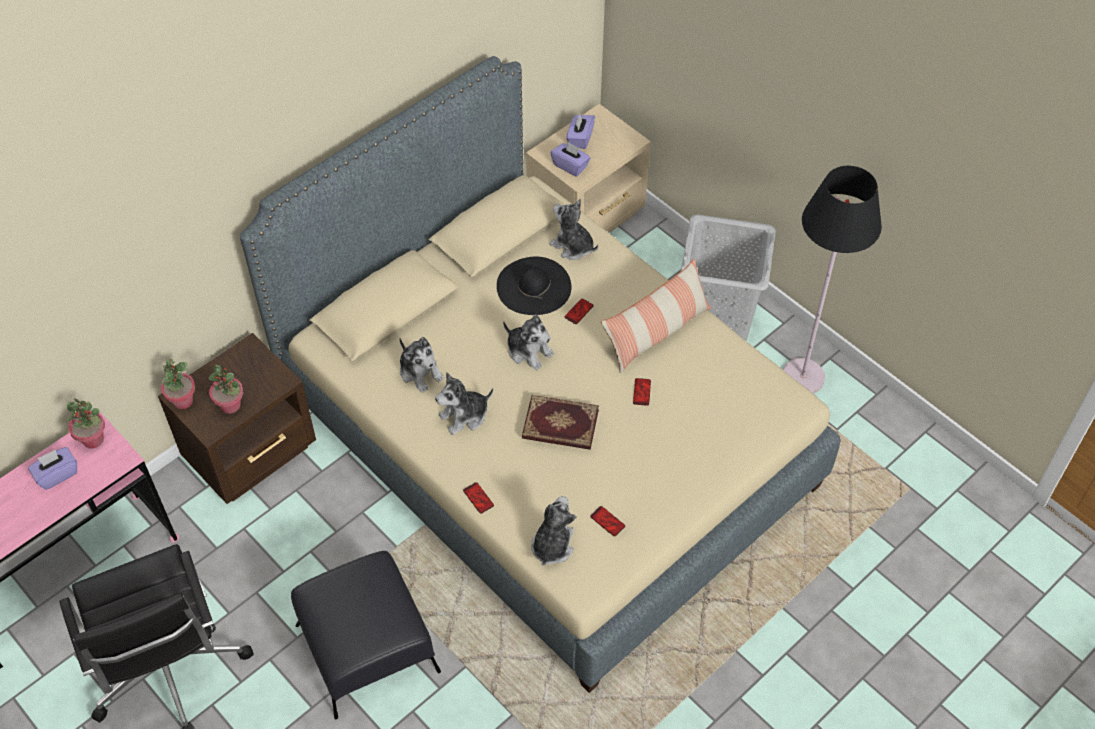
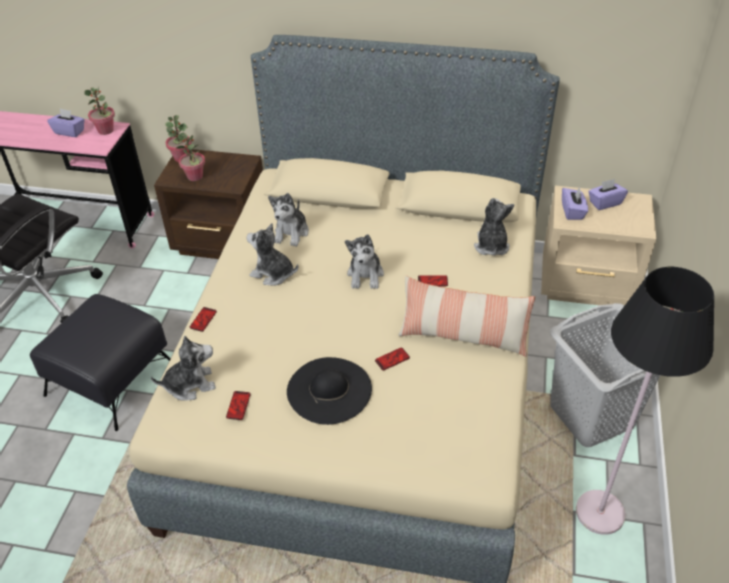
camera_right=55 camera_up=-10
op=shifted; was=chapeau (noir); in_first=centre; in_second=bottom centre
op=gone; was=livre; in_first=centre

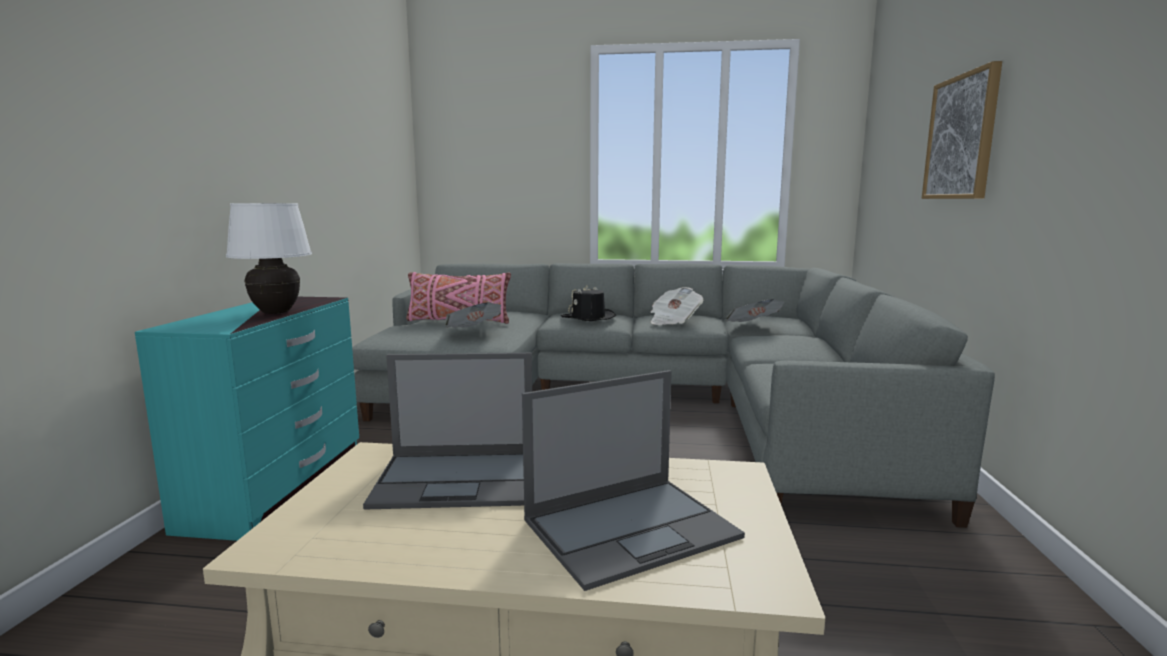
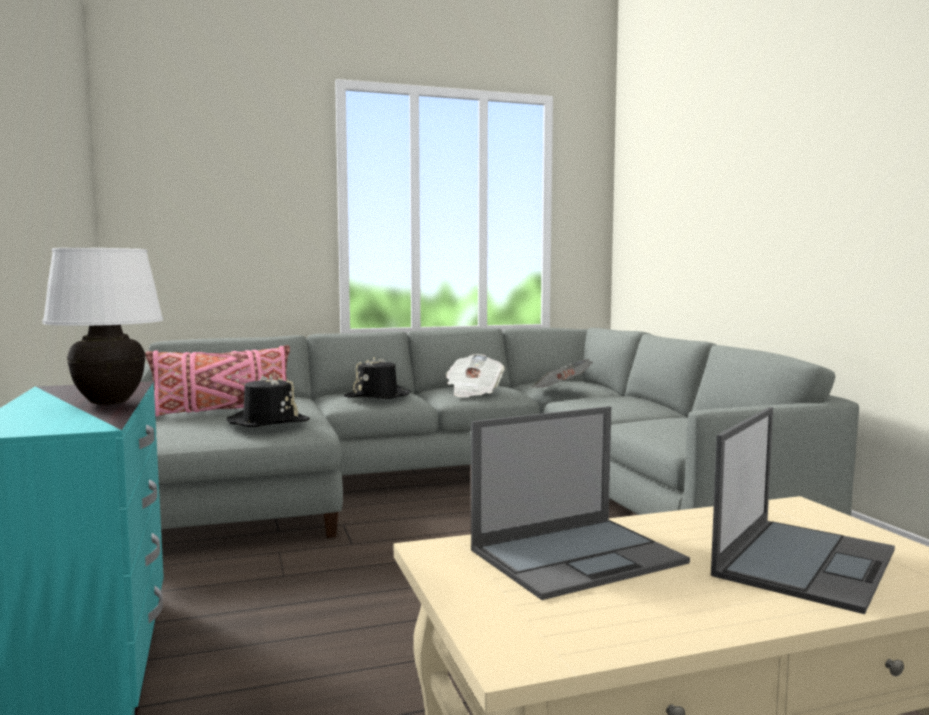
camera_right=-25 camera_up=-5
op=gone; was=tableau; in_first=top right
op=swapped; was=journal (no. 1 from left); now=chapeau (noir) (no. 1 from left); in_first=centre; in_second=middle left

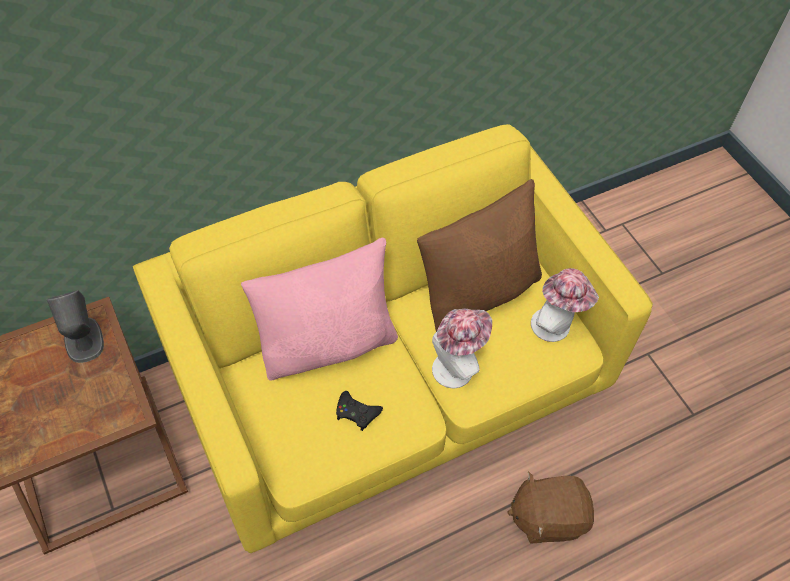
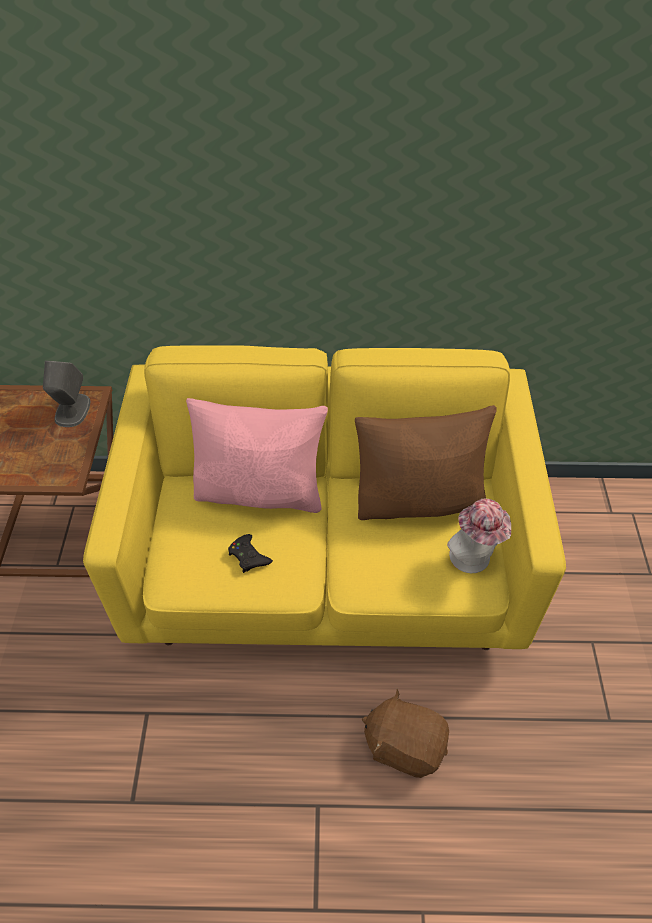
camera_right=30 camera_up=-5
op=gone; was=chapeau (no. 1 from left); in_first=centre

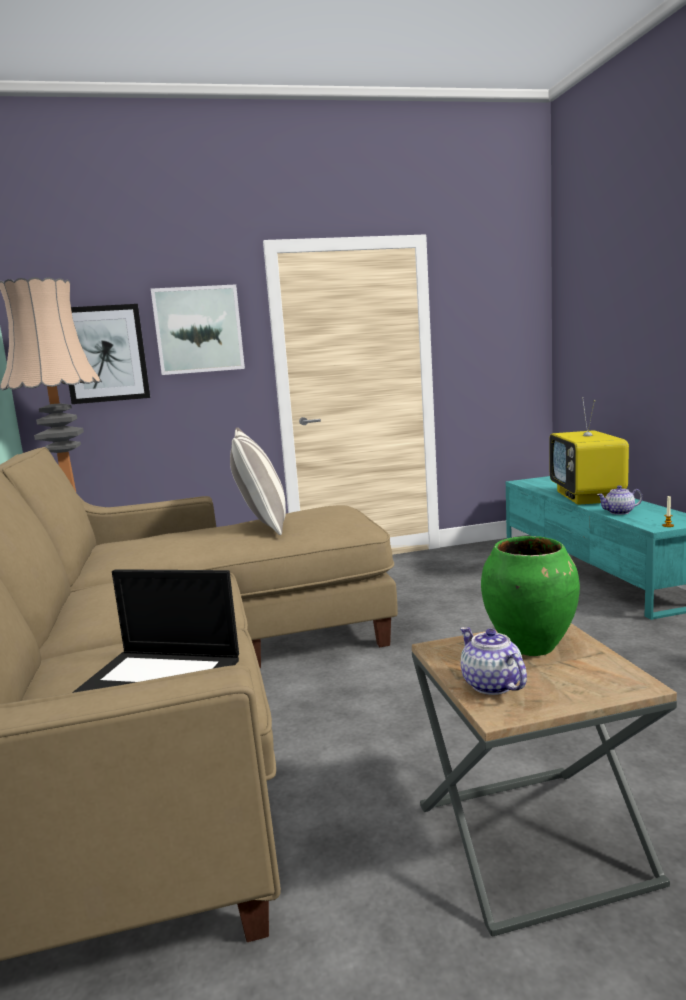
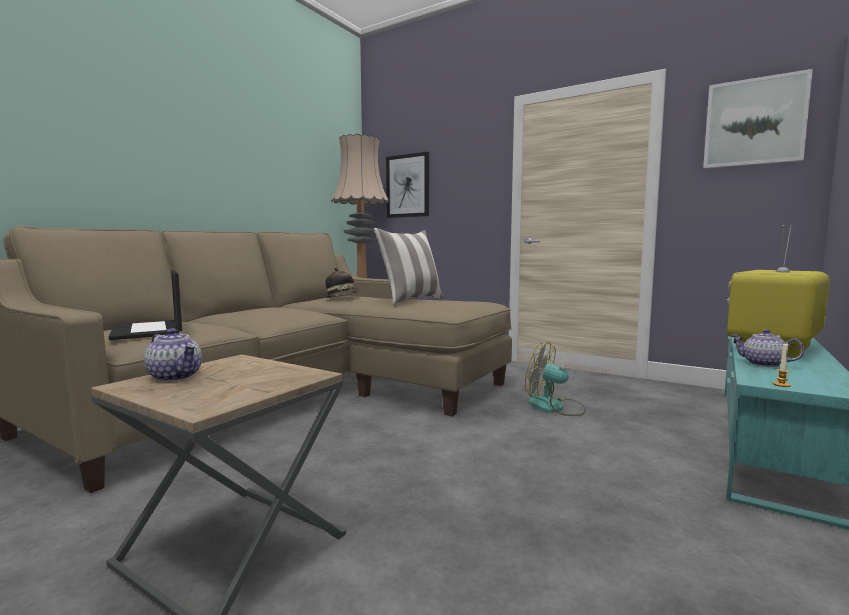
camera_right=45 camera_up=-5
op=shifted; was=tableau (no. 2 from left); in_first=top left; in_second=top right
op=gone; was=vase (vert); in_first=middle right
op=rotated; was=théière (no. 1 from left); in_first=middle right; in_second=middle left; clockwise=105
op=new; now=chapeau; in_second=centre
op=new; now=ventilateur; in_second=centre

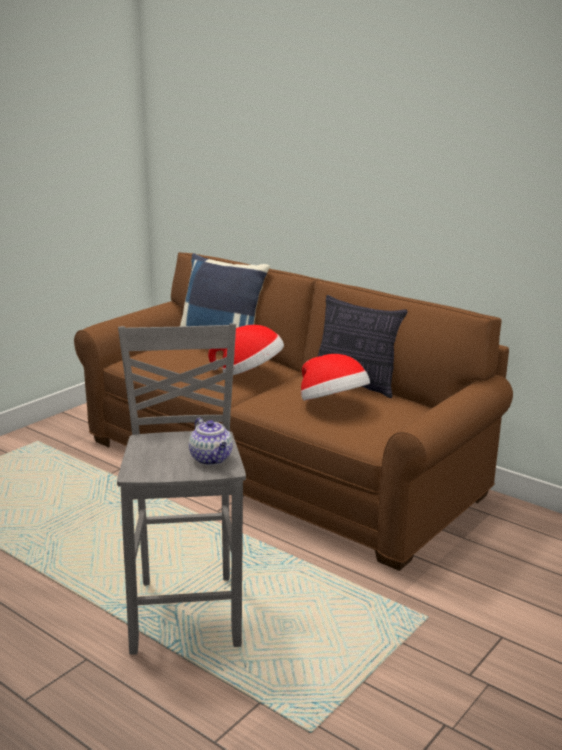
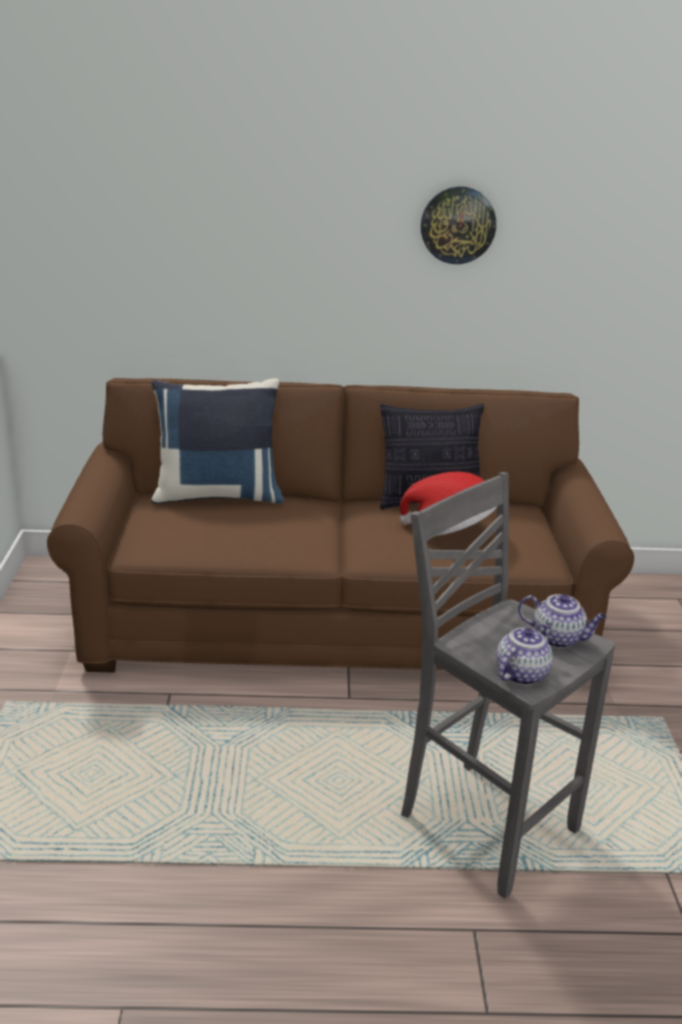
camera_right=-40 camera_up=5
op=gone; was=chapeau (no. 1 from left); in_first=centre
op=new; now=horloge murale; in_second=top right
op=new; now=théière (no. 1 from left); in_second=middle right

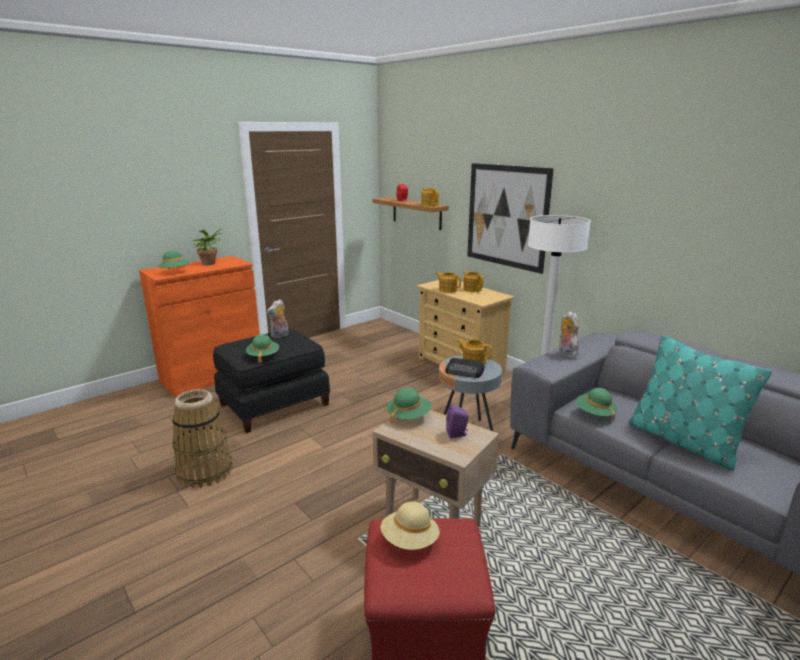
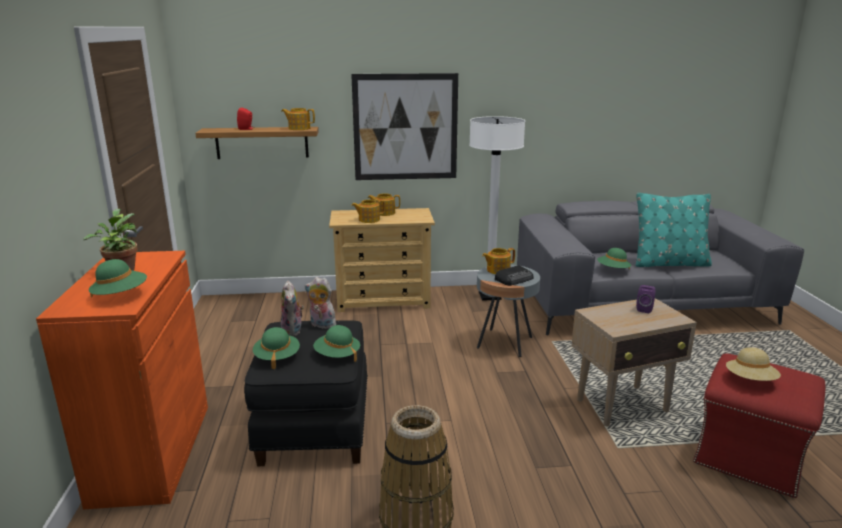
camera_right=-55 camera_up=0
op=shifted; was=peluche (no. 2 from left); in_first=middle right; in_second=centre
op=shifted; was=chapeau (vert) (no. 3 from left in the first image); now=chapeau (vert) (no. 2 from left); in_first=centre; in_second=middle left

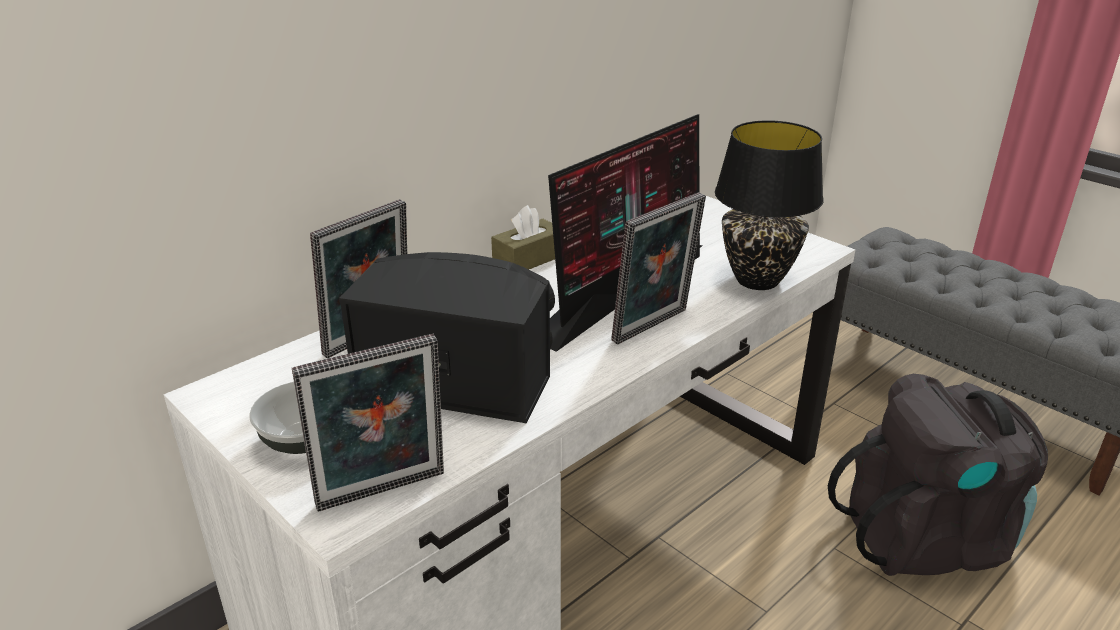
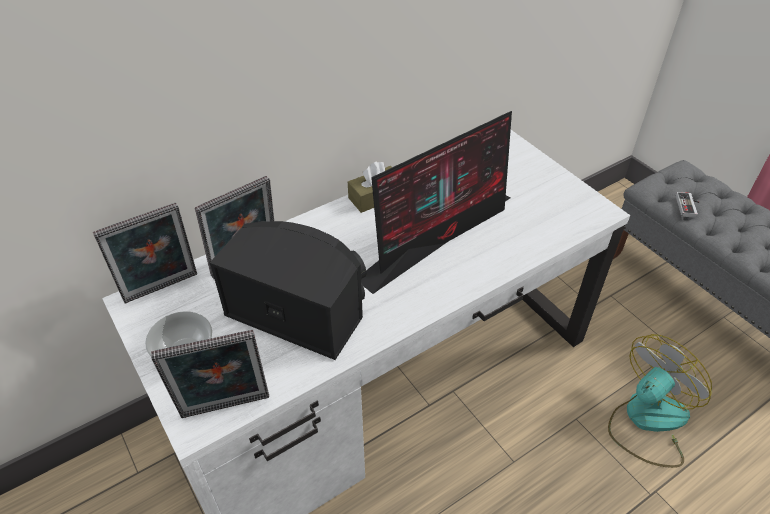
camera_right=10 camera_up=15
op=gone; was=lampe de table (noir); in_first=top right
op=shifted; was=cadre photo (no. 3 from left in the first image); now=cadre photo (no. 1 from left); in_first=centre; in_second=middle left
op=swapped; was=sac à dos (noir); now=ventilateur; in_first=bottom right; in_second=bottom right
op=new; now=manette; in_second=middle right

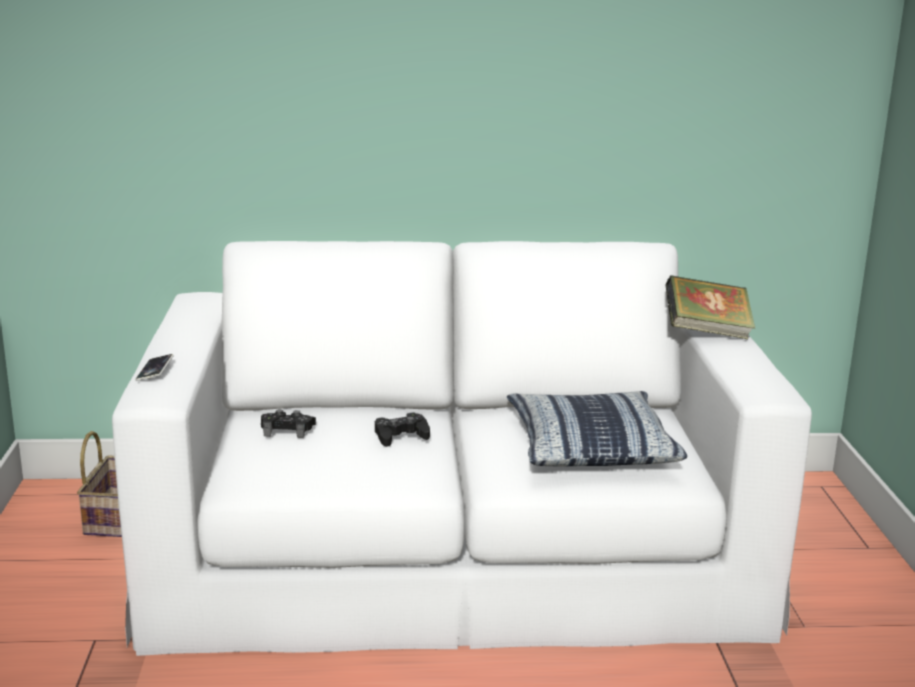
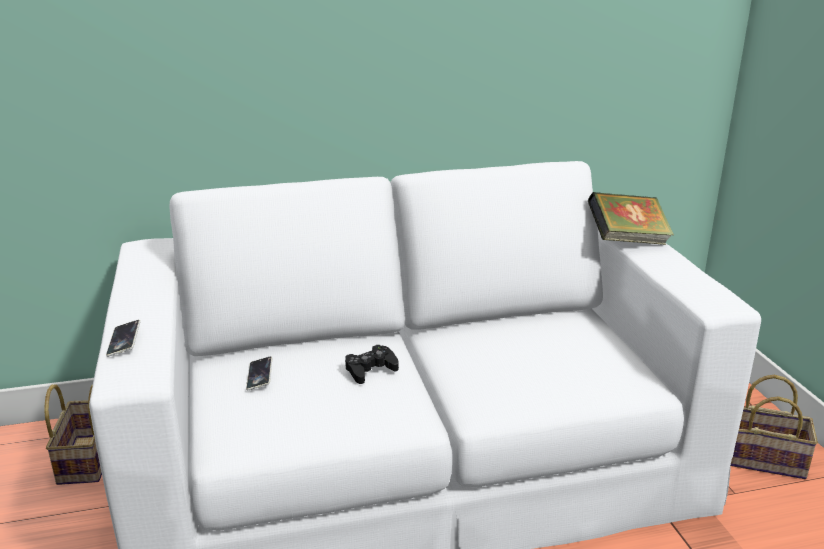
camera_right=-10 camera_up=5
op=gone; was=coussin; in_first=centre
op=swapped; was=manette (noir) (no. 1 from left); now=téléphone (no. 2 from left); in_first=middle left; in_second=bottom left
op=new; now=panier (no. 2 from left); in_second=bottom right

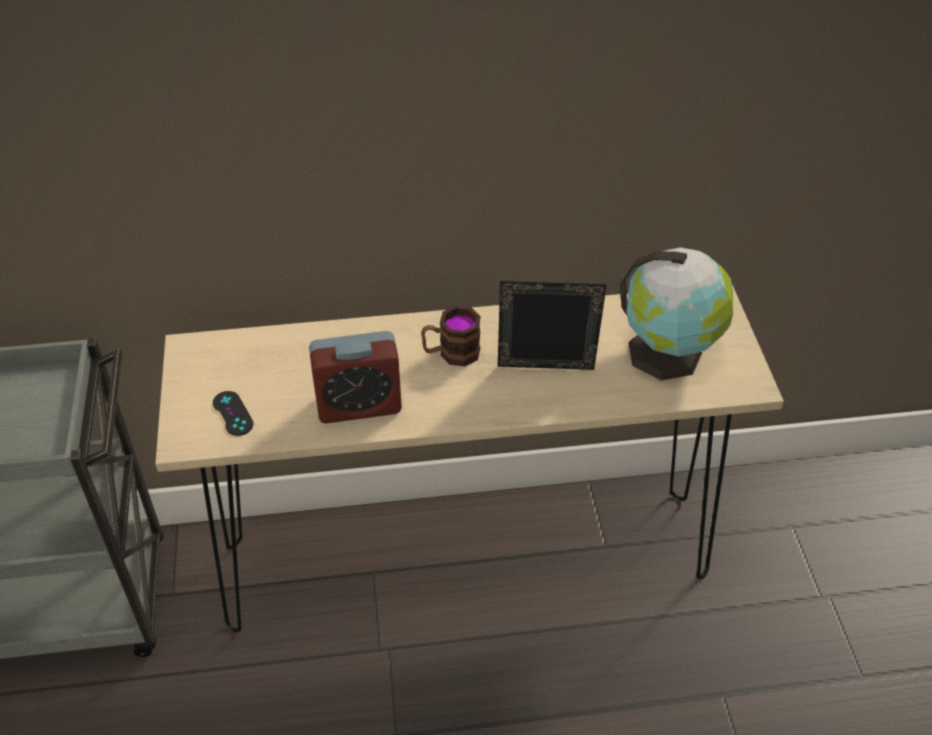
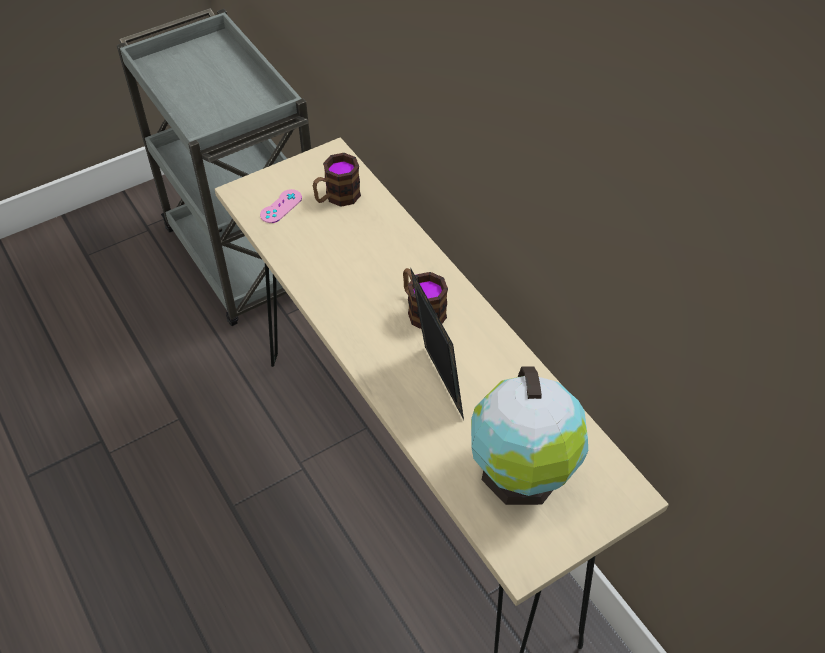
camera_right=65 camera_up=5
op=gone; was=réveil; in_first=centre
op=repainted; was=manette (noir); now=manette (rose); in_first=middle left; in_second=top centre
op=new; now=mug (no. 1 from left); in_second=top centre

